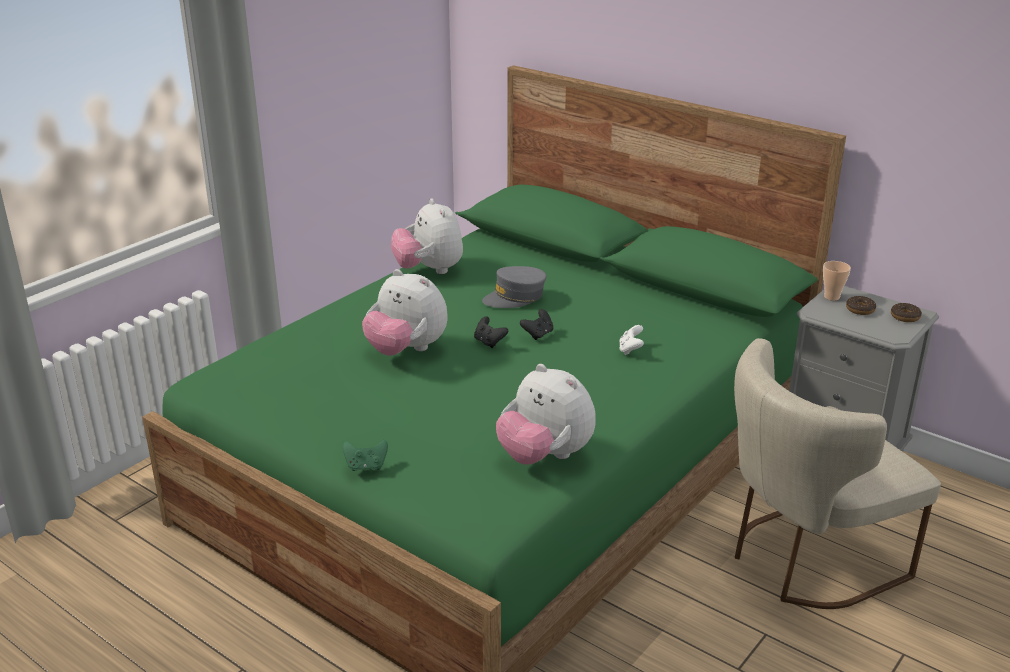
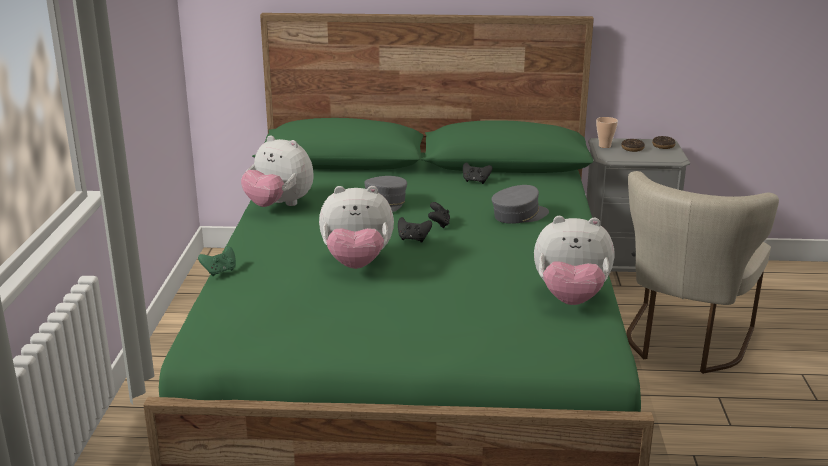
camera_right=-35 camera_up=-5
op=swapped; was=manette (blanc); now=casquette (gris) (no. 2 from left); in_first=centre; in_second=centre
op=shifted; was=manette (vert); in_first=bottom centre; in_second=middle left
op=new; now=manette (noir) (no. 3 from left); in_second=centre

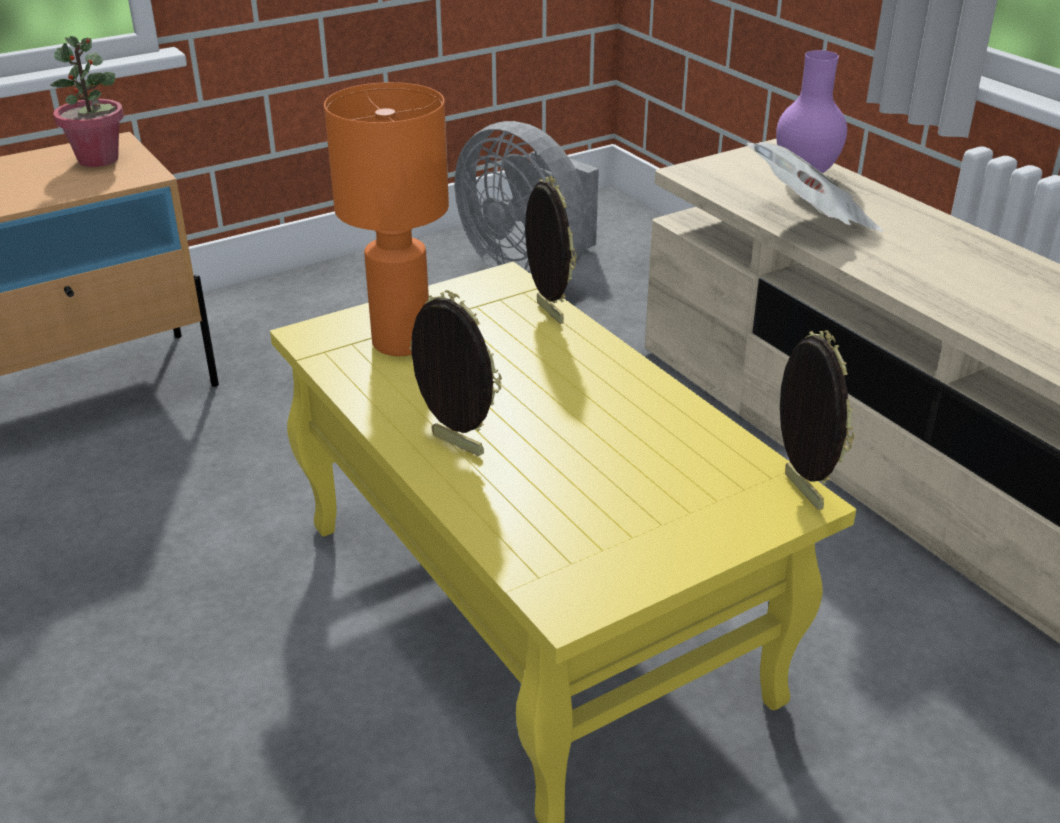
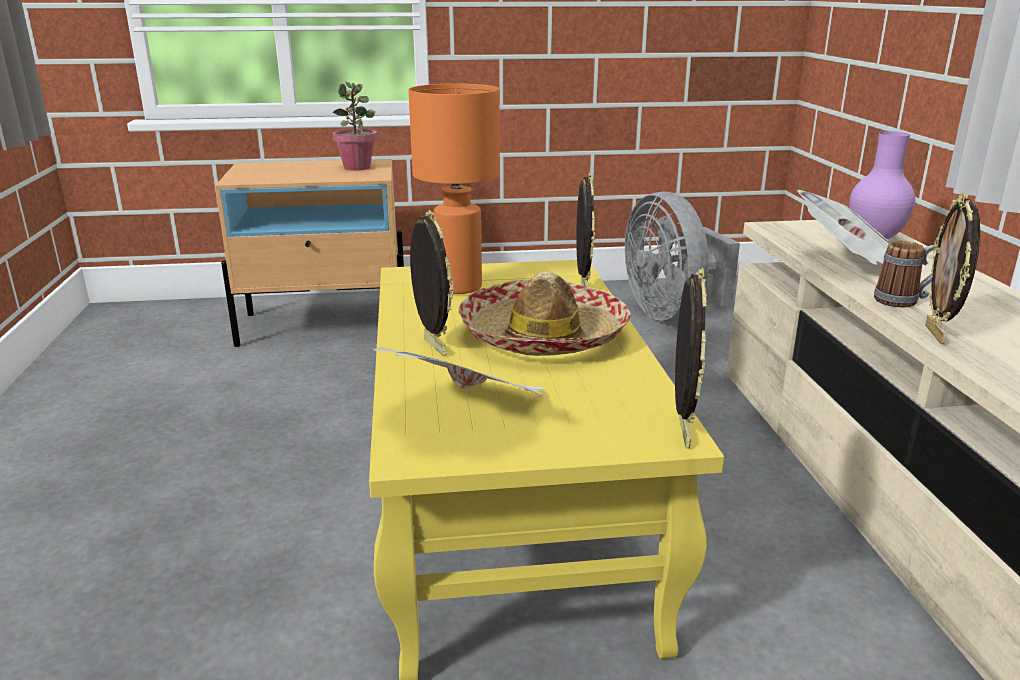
camera_right=25 camera_up=-10
op=new; now=cadre photo (no. 4 from left); in_second=middle right
op=new; now=mug; in_second=middle right
op=new; now=chapeau; in_second=centre
op=new; now=journal (no. 1 from left); in_second=centre

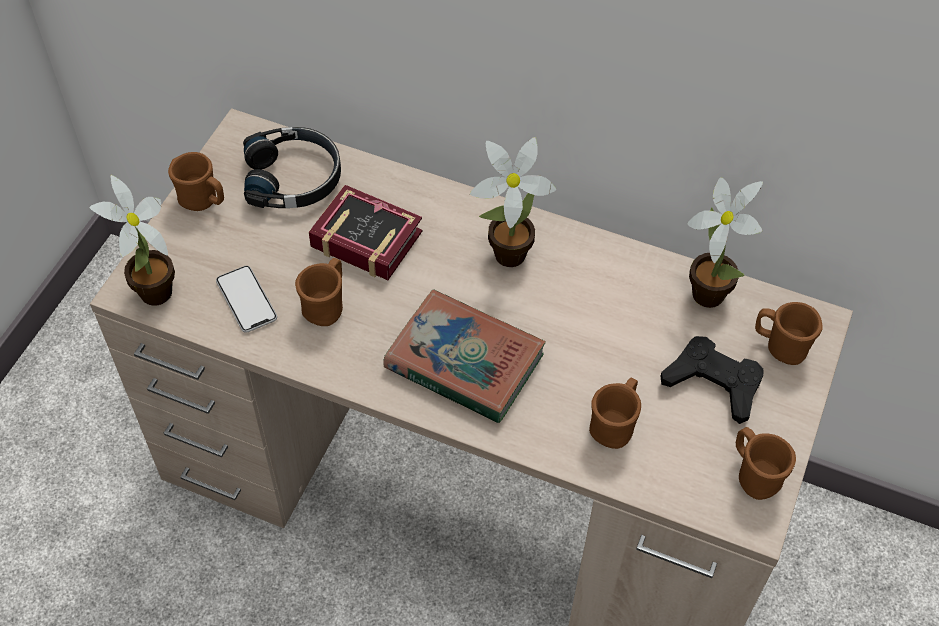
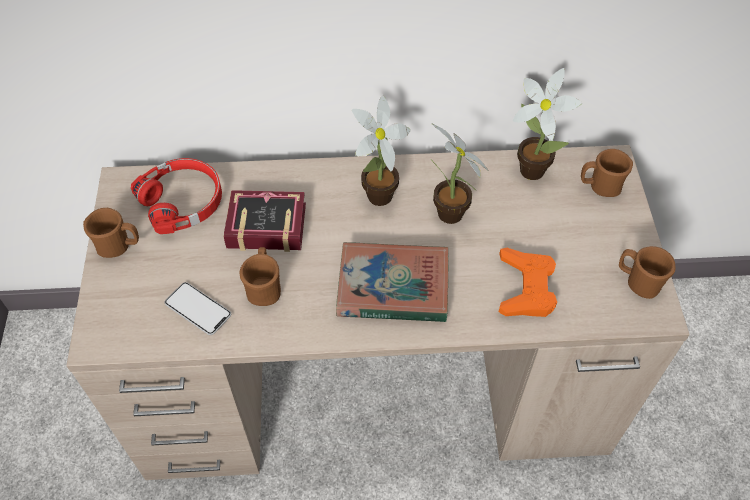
camera_right=-25 camera_up=0
op=repainted; was=casque audio (noir); now=casque audio (rouge); in_first=top left; in_second=middle left
op=shifted; was=plante en pot (no. 1 from left in the first image); now=plante en pot (no. 2 from left); in_first=middle left; in_second=centre
op=gone; was=manette (noir); in_first=middle right
op=swapped; was=mug (marron) (no. 3 from left); now=manette (orange); in_first=centre; in_second=middle right

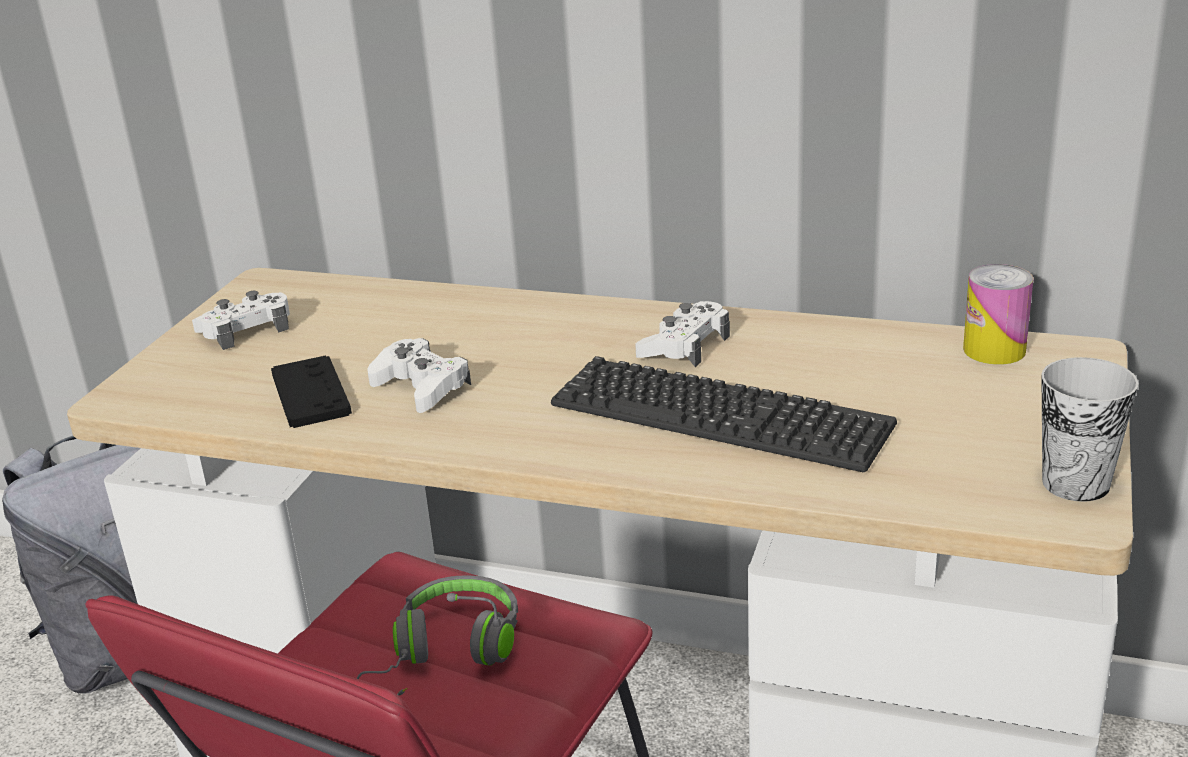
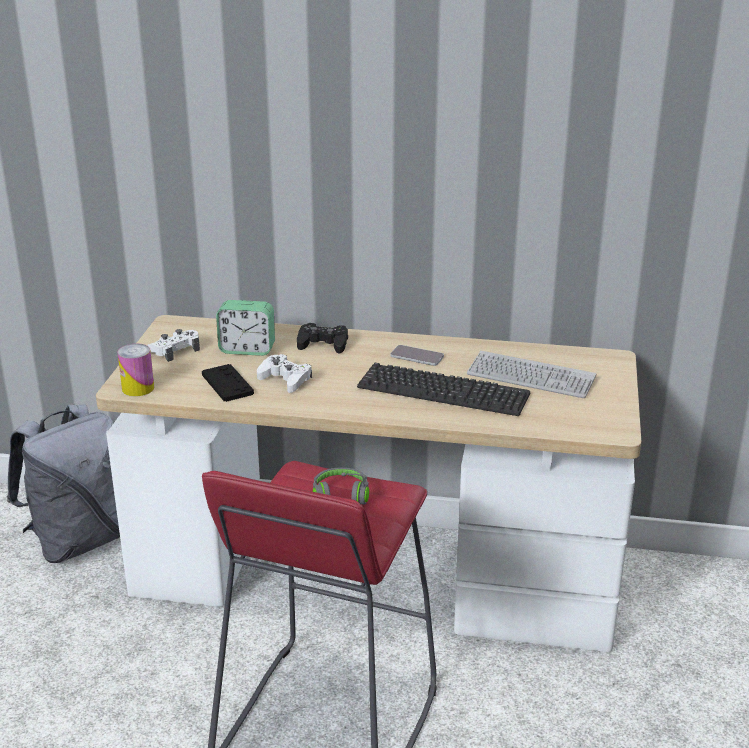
camera_right=-10 camera_up=0
op=shifted; was=boîte métallique; in_first=middle right; in_second=middle left
op=swapped; was=manette (blanc) (no. 3 from left); now=téléphone; in_first=centre; in_second=centre
op=gone; was=tasse; in_first=middle right
op=new; now=réveil; in_second=middle left
op=new; now=manette (noir) (no. 2 from left); in_second=centre
op=new; now=clavier (no. 2 from left); in_second=middle right

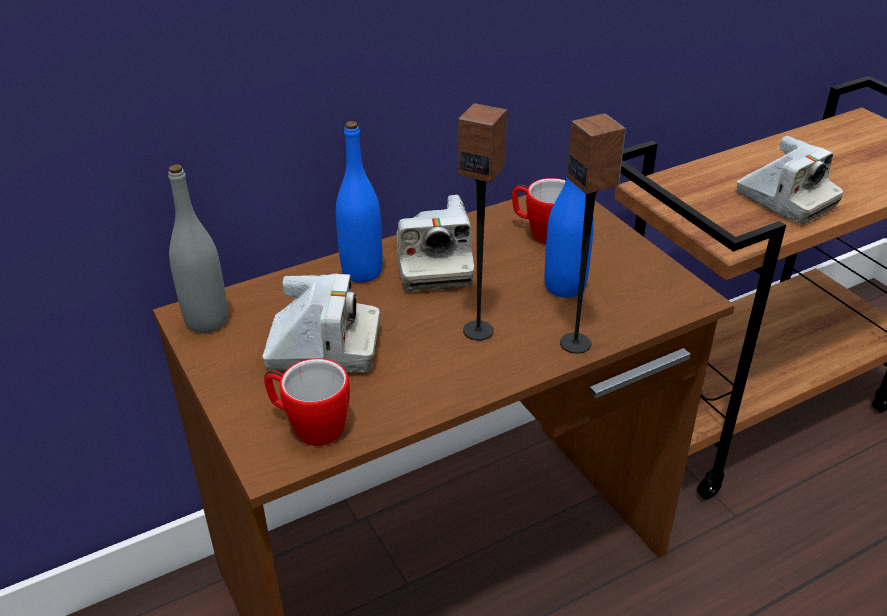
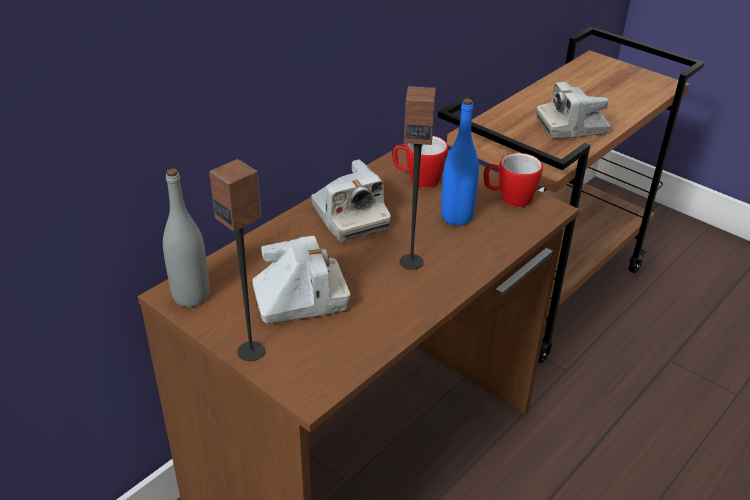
camera_right=-20 camera_up=0
op=shifted; was=enceinte (no. 2 from left in the first image); now=enceinte (no. 1 from left); in_first=middle right; in_second=middle left
op=gone; was=bouteille (bleu) (no. 1 from left); in_first=top centre
op=rotated; was=appareil photo (no. 3 from left); in_first=top right; in_second=top right; clockwise=135
op=shifted; was=mug (no. 1 from left in the first image); now=mug (no. 2 from left); in_first=centre; in_second=middle right

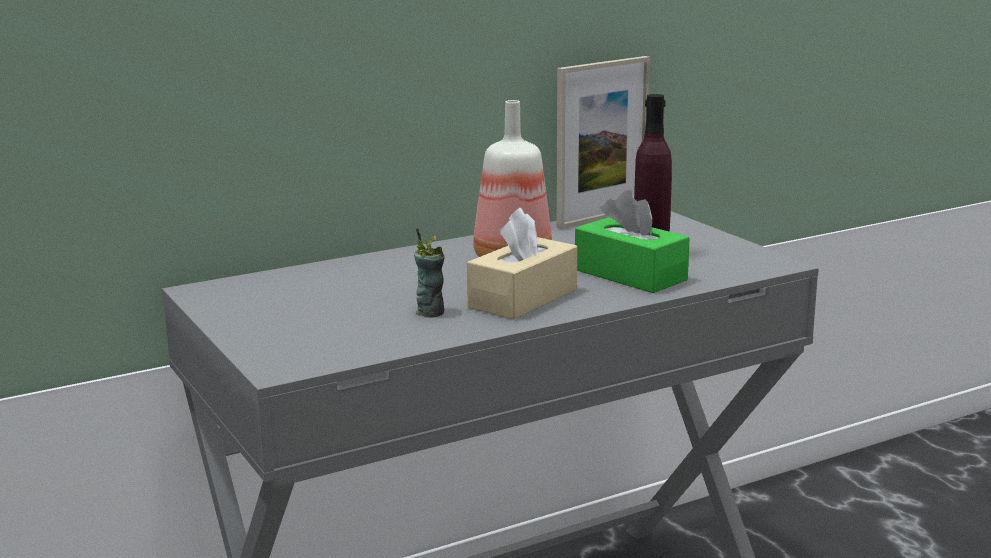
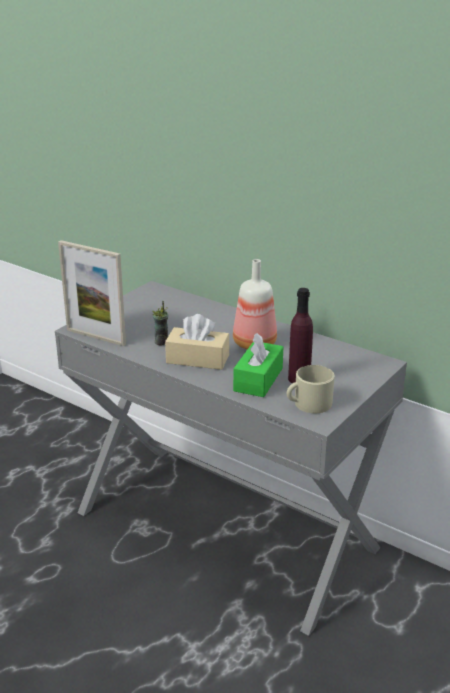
camera_right=65 camera_up=10
op=shifted; was=cadre photo; in_first=top centre; in_second=middle left
op=new; now=mug (beige); in_second=middle right

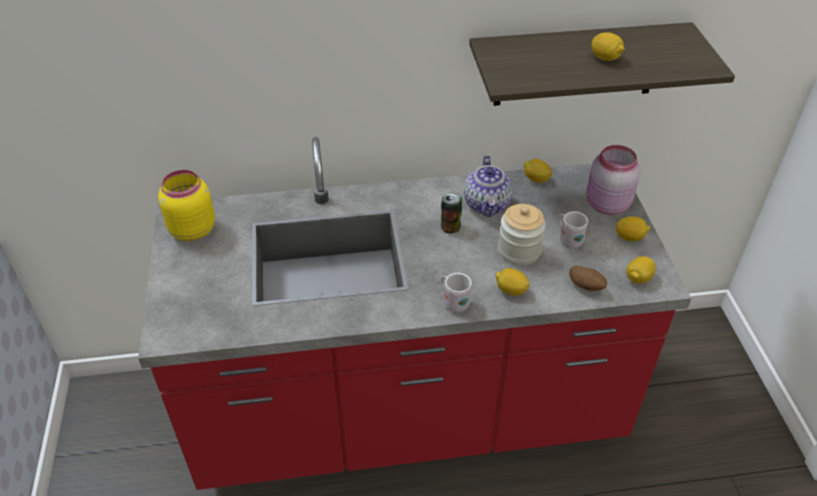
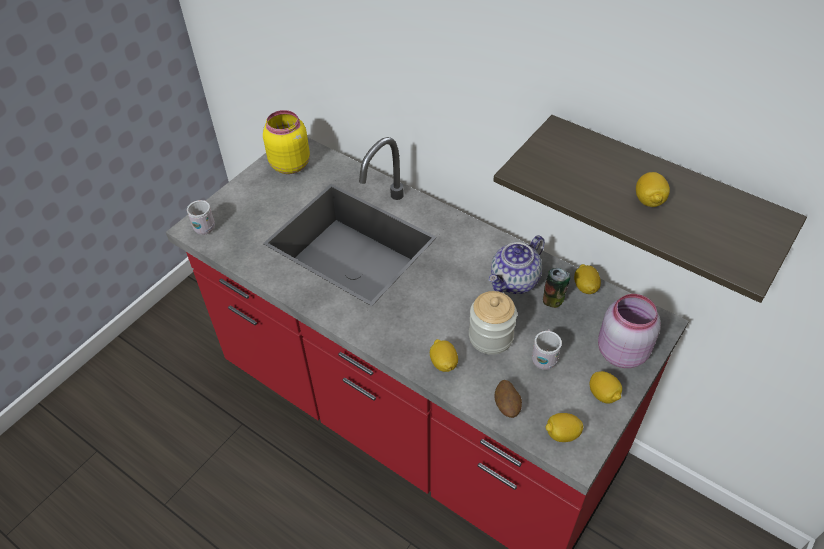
camera_right=45 camera_up=5
op=shifted; was=boîte métallique; in_first=centre; in_second=middle right
op=shifted; was=mug (blanc) (no. 1 from left); in_first=centre; in_second=middle left

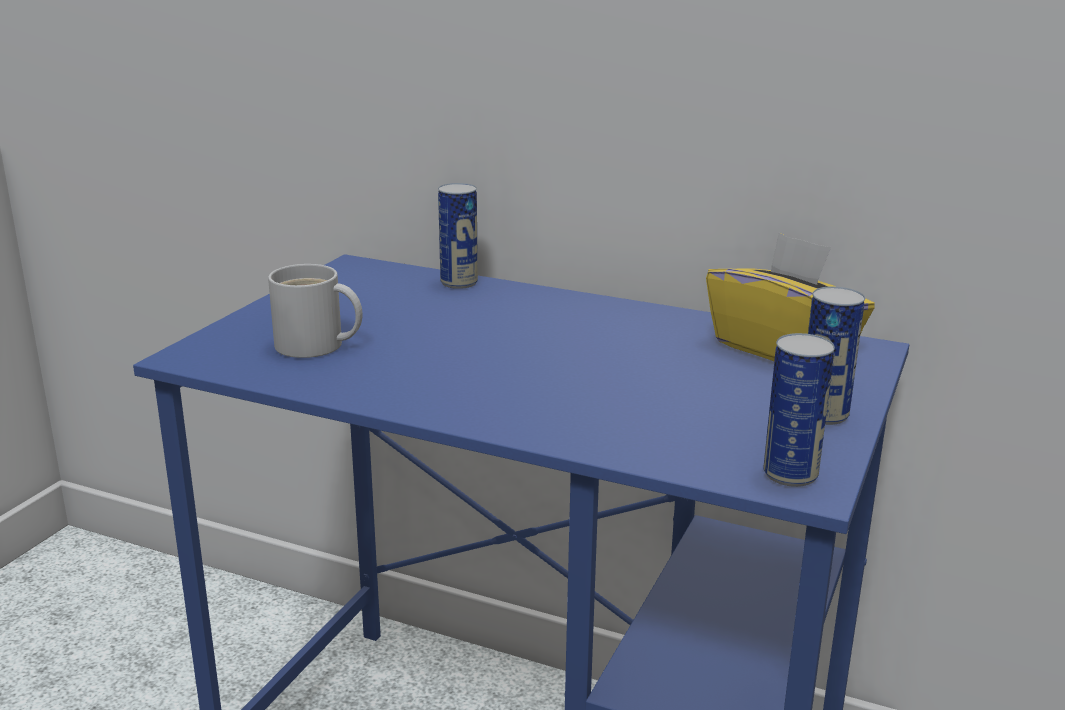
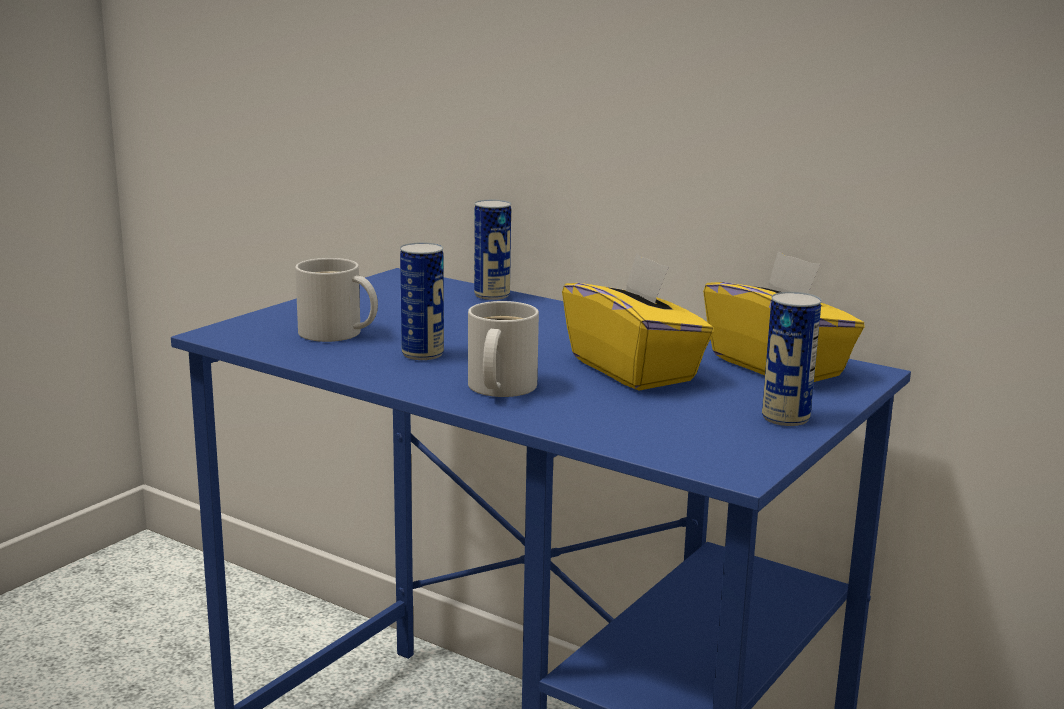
camera_right=10 camera_up=-5
op=shifted; was=boîte métallique (no. 2 from left in the first image); now=boîte métallique (no. 1 from left); in_first=middle right; in_second=centre
op=new; now=boîte à mouchoirs (jaune) (no. 1 from left); in_second=centre
op=new; now=mug (blanc) (no. 2 from left); in_second=centre

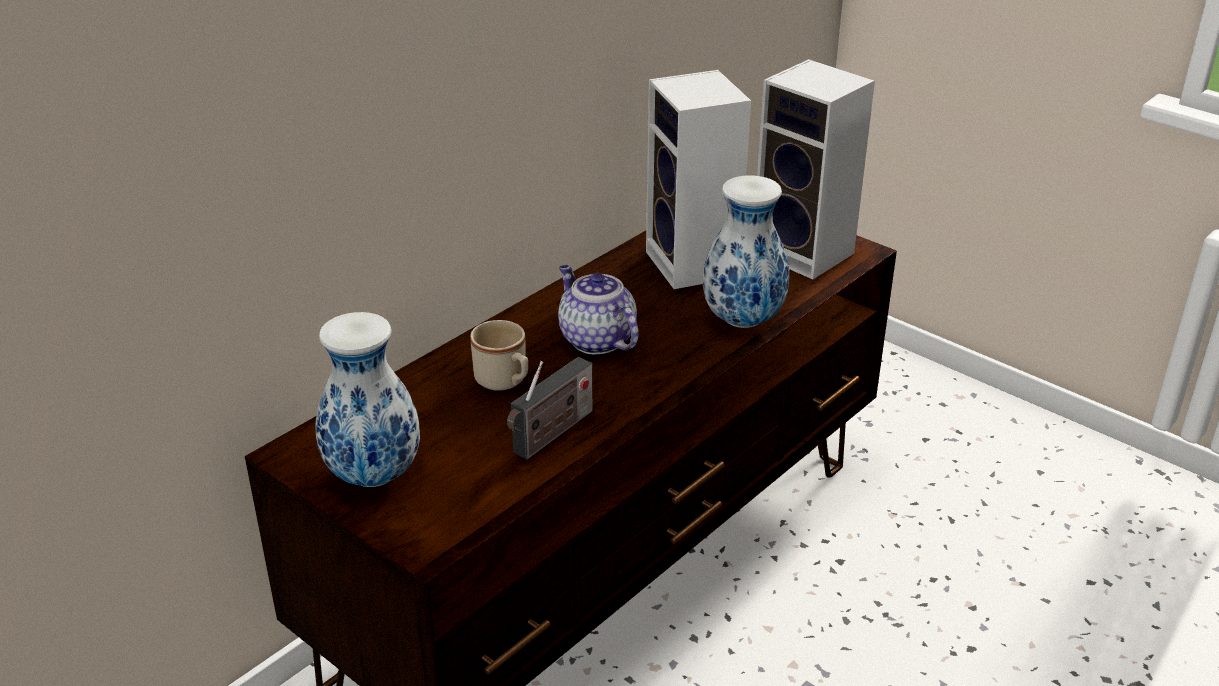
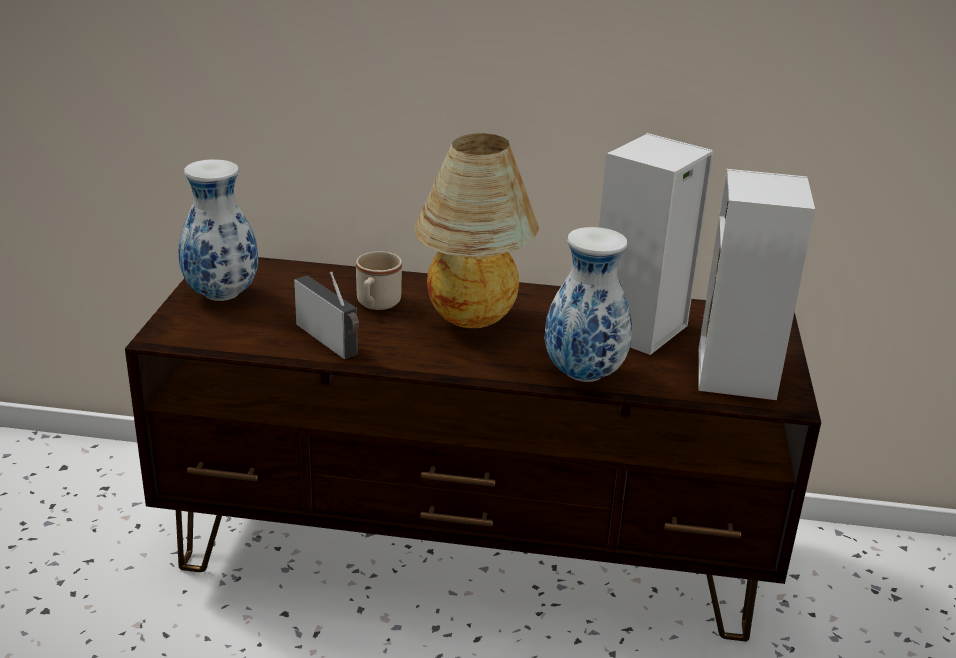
camera_right=55 camera_up=-5
op=swapped; was=théière; now=lampe de table; in_first=centre; in_second=centre
op=rotated; was=radio; in_first=centre; in_second=centre; clockwise=-135

